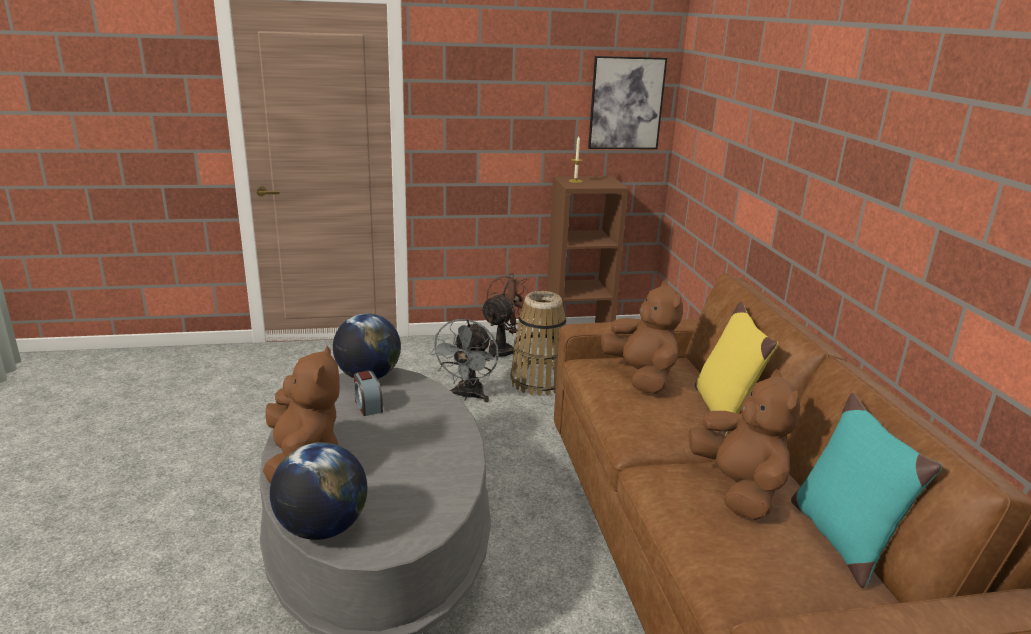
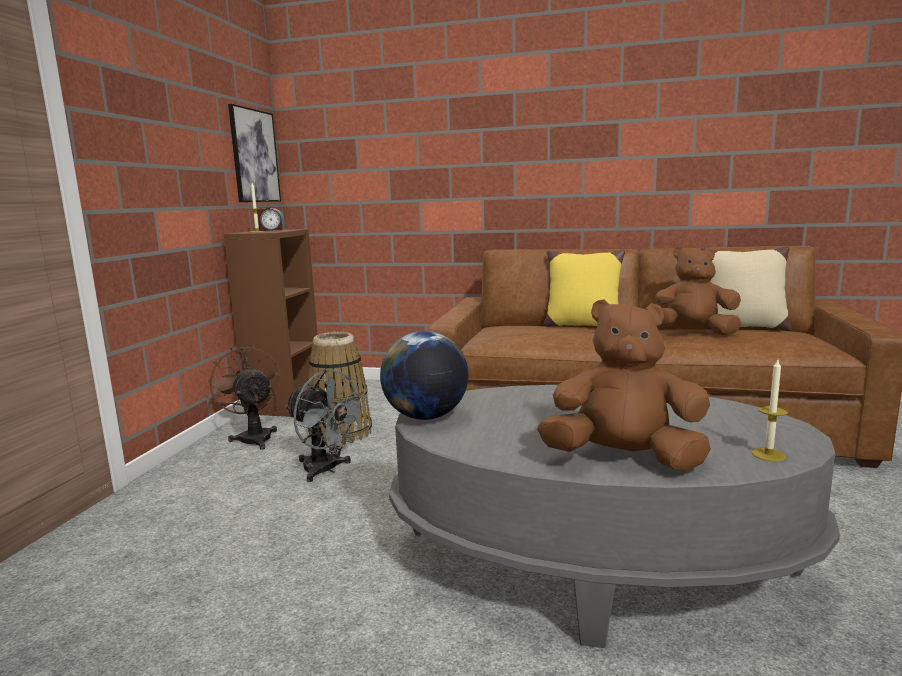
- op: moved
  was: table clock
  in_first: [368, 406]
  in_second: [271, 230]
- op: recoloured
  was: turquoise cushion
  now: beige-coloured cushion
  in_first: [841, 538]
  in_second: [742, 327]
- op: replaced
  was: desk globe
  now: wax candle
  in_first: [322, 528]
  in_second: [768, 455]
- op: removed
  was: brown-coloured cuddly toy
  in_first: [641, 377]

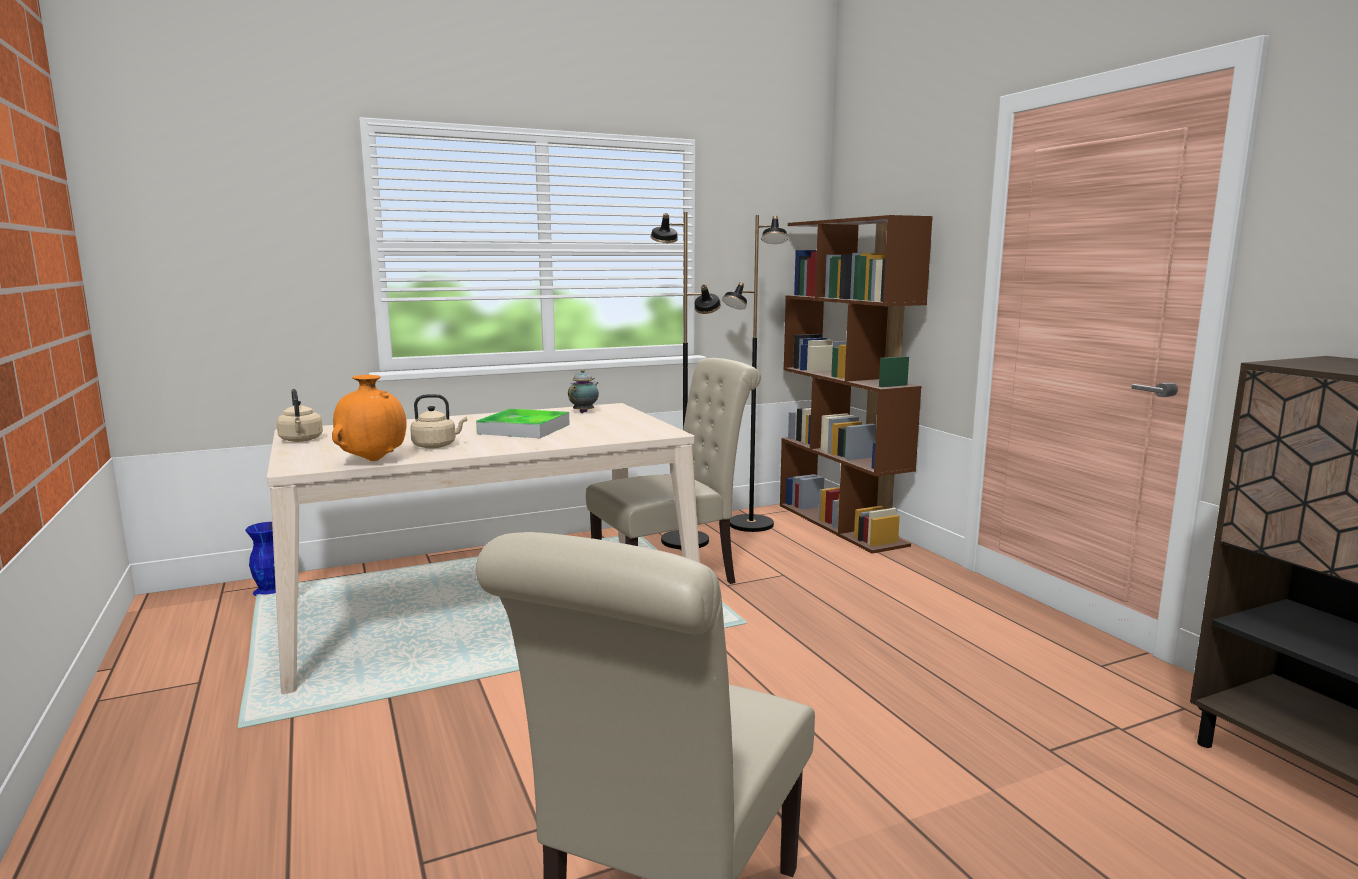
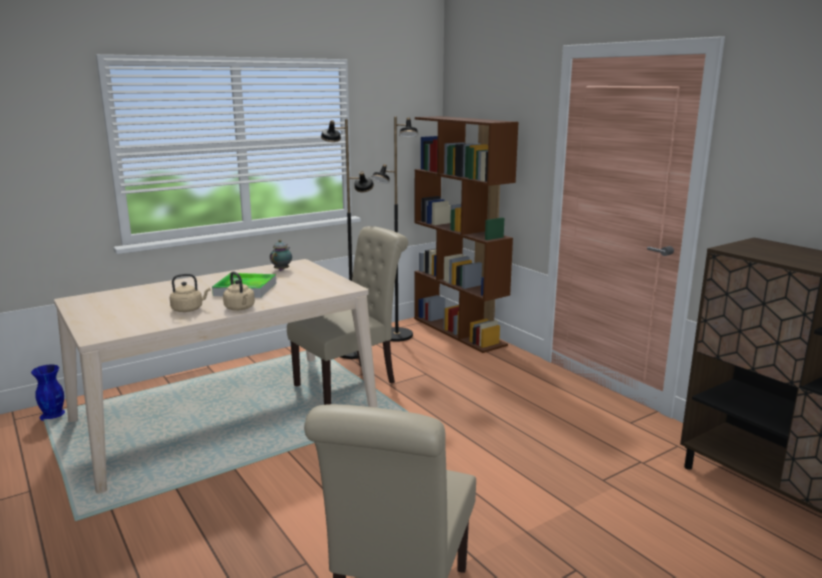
- op: moved
  was: beige-coloured water kettle
  in_first: [301, 440]
  in_second: [240, 308]
- op: removed
  was: orangey flower vase
  in_first: [373, 460]

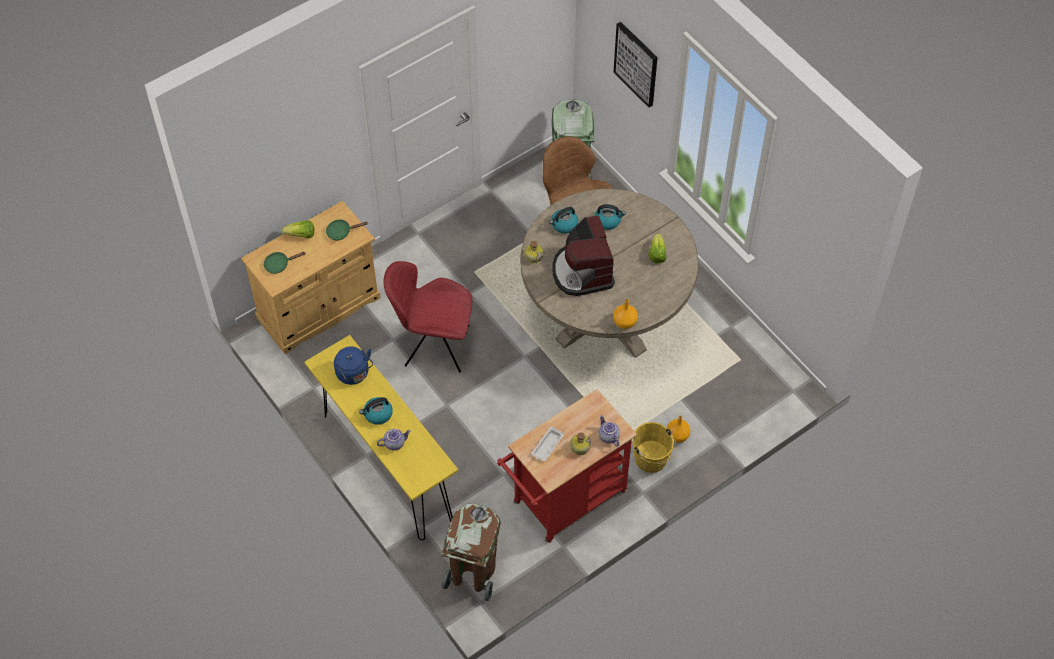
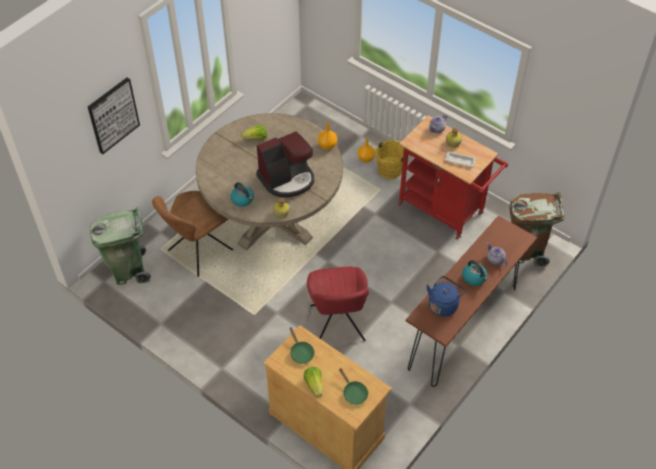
- op: recoloured
  was: yellow console table
  now: brown-coloured console table
  in_first: [387, 467]
  in_second: [463, 328]
- op: removed
  was: water kettle
  in_first: [608, 221]

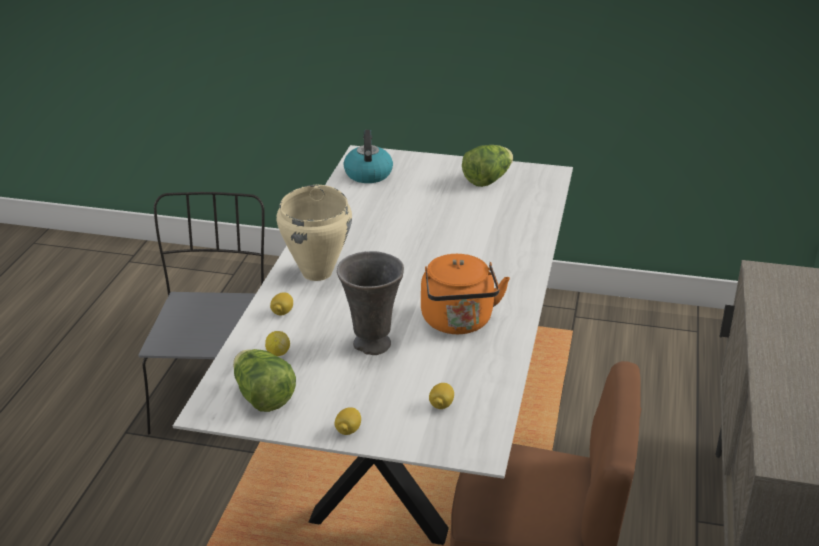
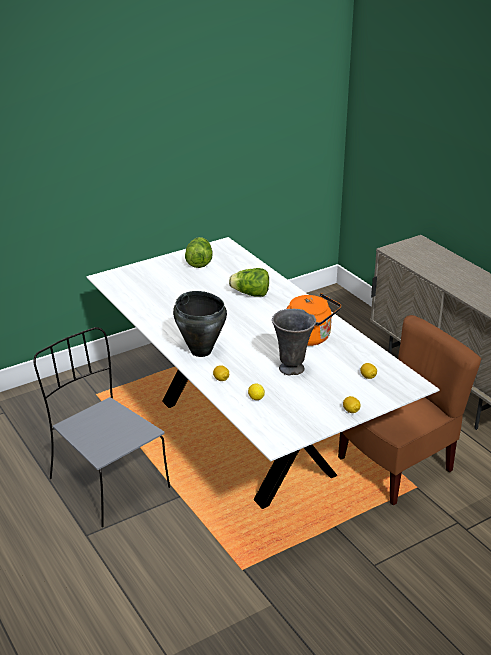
- op: recoloured
  was: beige-coloured cooking pot
  now: black cooking pot
  in_first: [318, 273]
  in_second: [201, 351]
- op: moved
  was: lettuce head
  in_first: [262, 397]
  in_second: [250, 294]
- op: removed
  was: water kettle
  in_first: [368, 174]

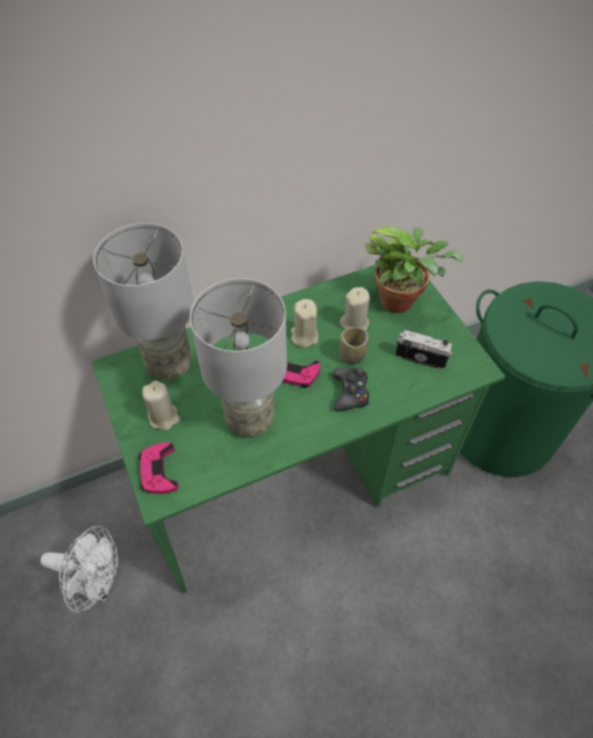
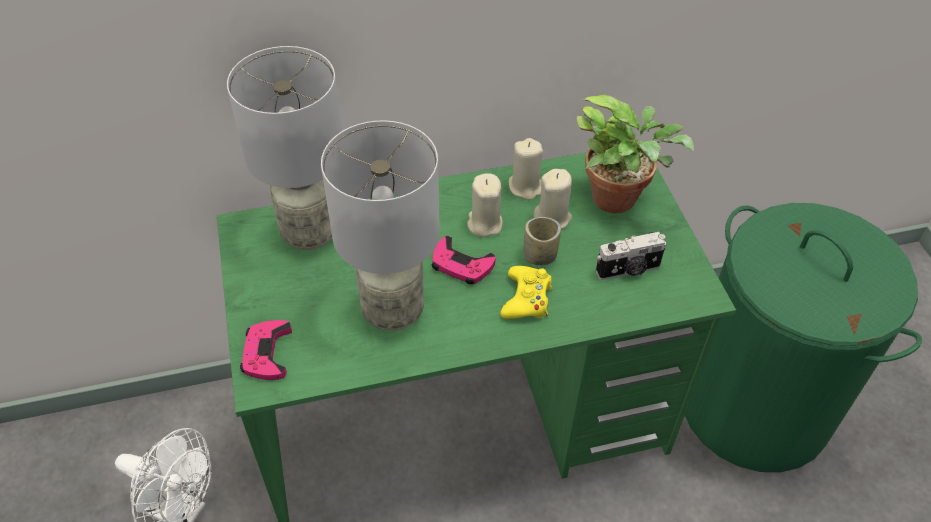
- op: recoloured
  was: black game controller
  now: yellow game controller
  in_first: [350, 393]
  in_second: [526, 299]
- op: moved
  was: beige-coloured wax candle
  in_first: [164, 417]
  in_second: [526, 187]
- op: turned
  was: photo camera
  in_first: [421, 357]
  in_second: [629, 270]
  clockwise: 135

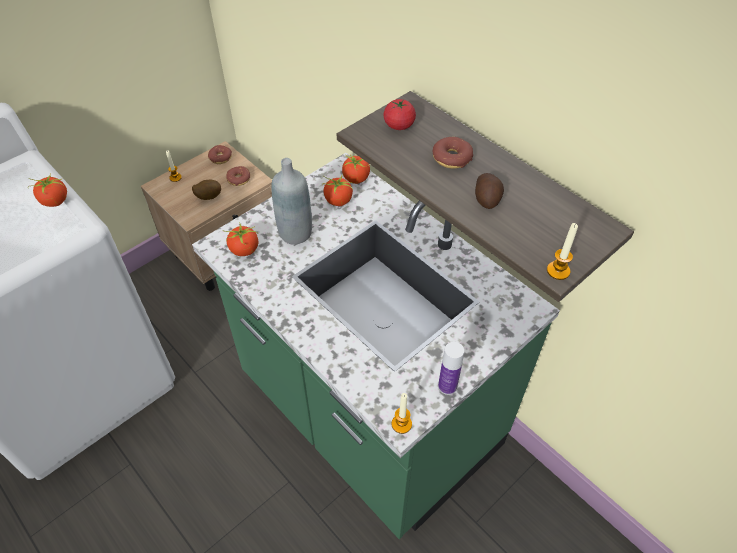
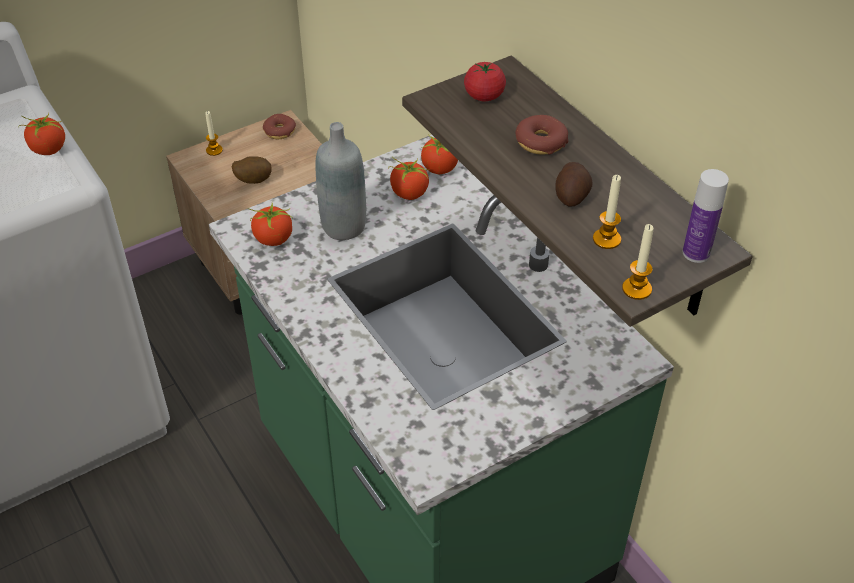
- op: moved
  was: wax candle
  in_first: [401, 424]
  in_second: [606, 239]
- op: moved
  was: beverage bottle
  in_first: [447, 386]
  in_second: [696, 253]
- op: removed
  was: ring doughnut
  in_first: [239, 179]

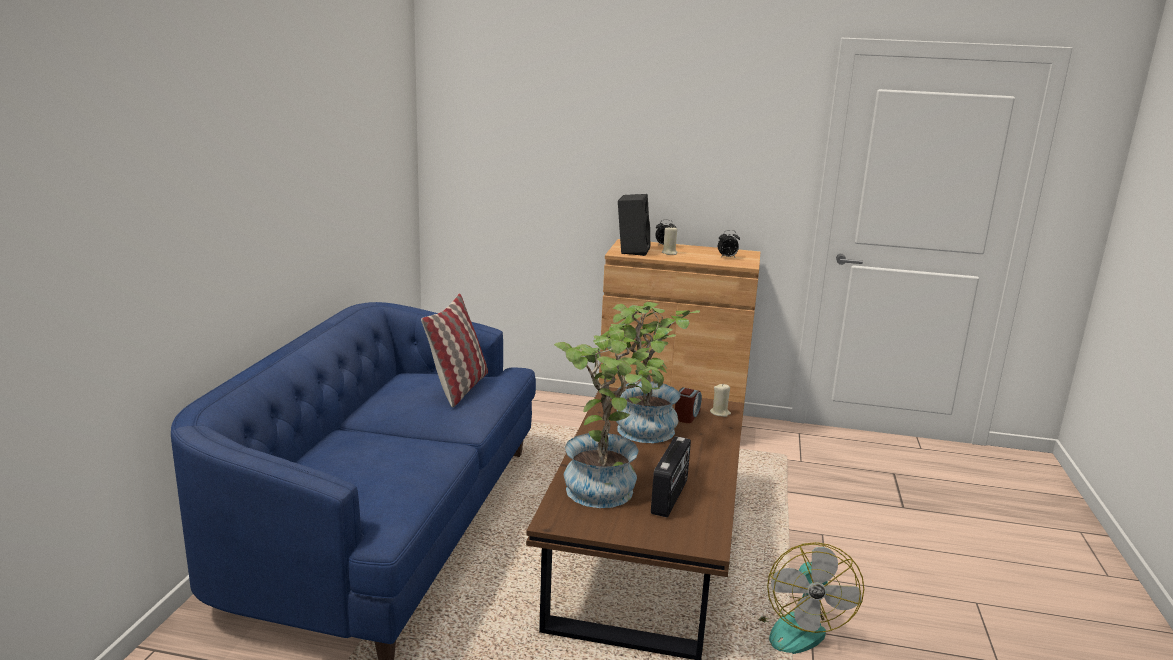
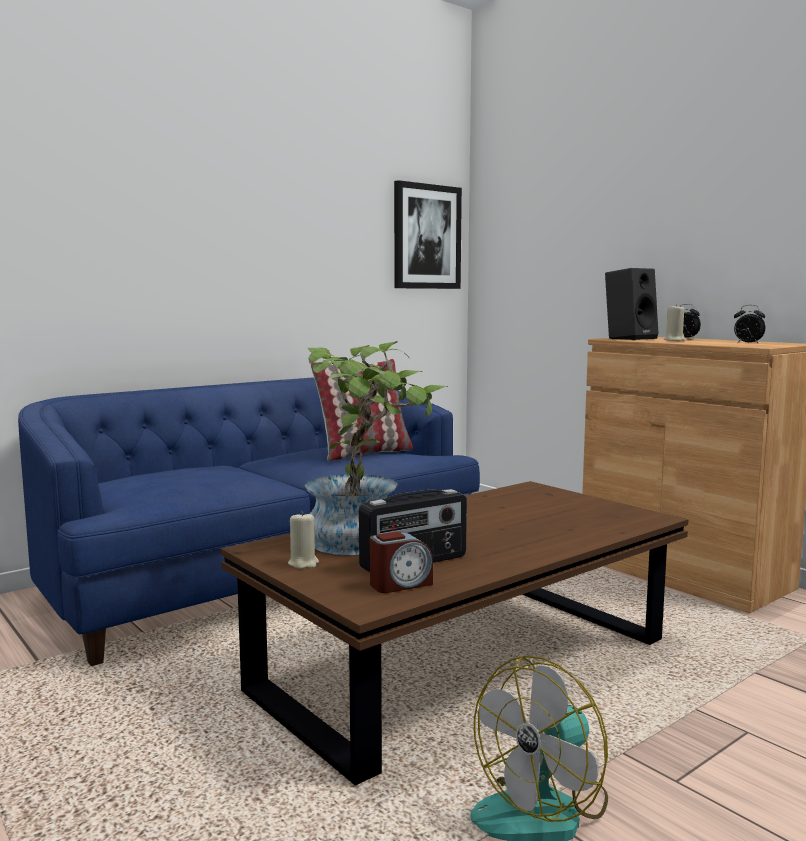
- op: moved
  was: beige-coloured wax candle
  in_first: [720, 413]
  in_second: [303, 563]
- op: moved
  was: table clock
  in_first: [686, 416]
  in_second: [400, 584]
- op: added
  now: wall picture
  in_second: [426, 237]
- op: removed
  was: potted plant
  in_first: [639, 432]

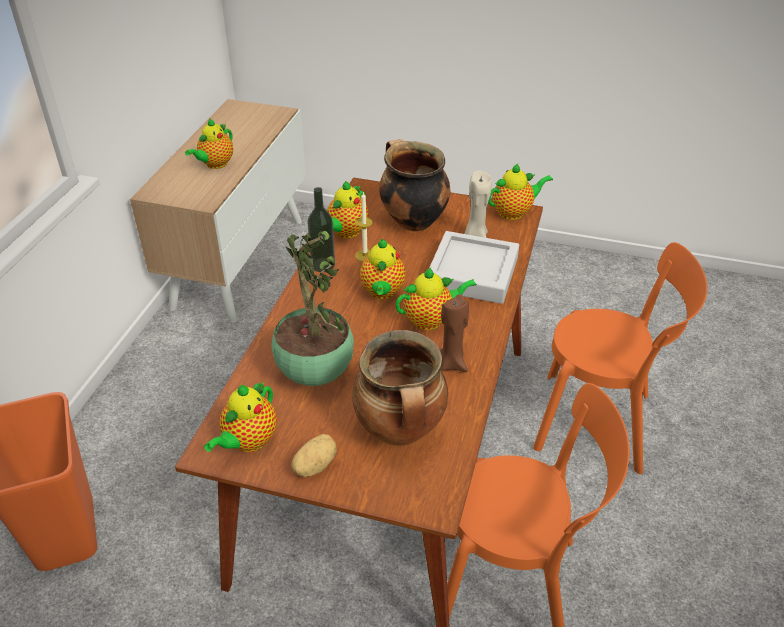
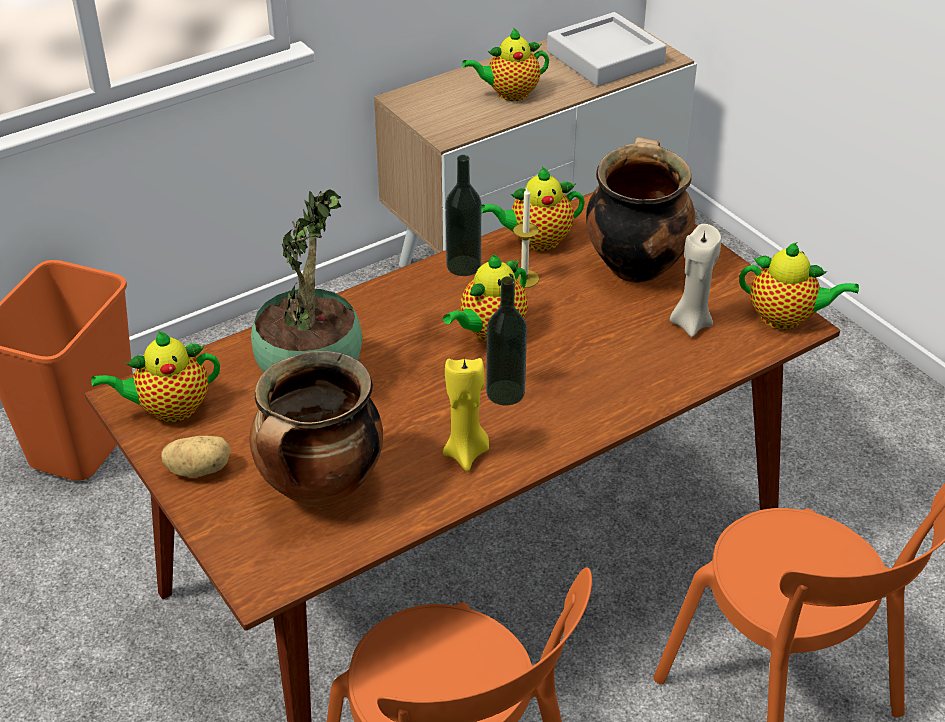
- op: recoloured
  was: brown-coloured wax candle
  now: yellow wax candle
  in_first: [452, 363]
  in_second: [466, 453]
- op: replaced
  was: pot for tea
  now: beverage bottle
  in_first: [431, 320]
  in_second: [505, 392]
- op: moved
  was: grey tray
  in_first: [472, 273]
  in_second: [605, 57]

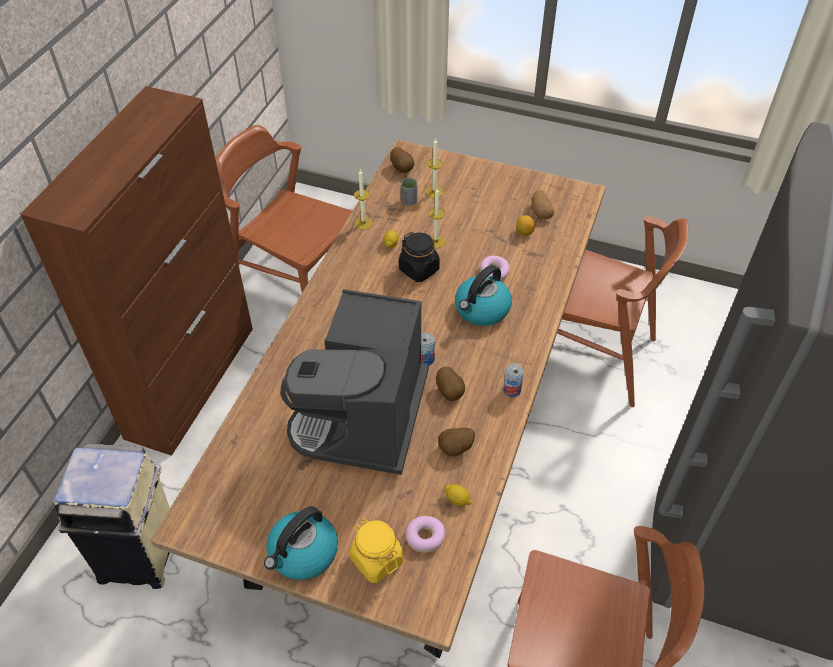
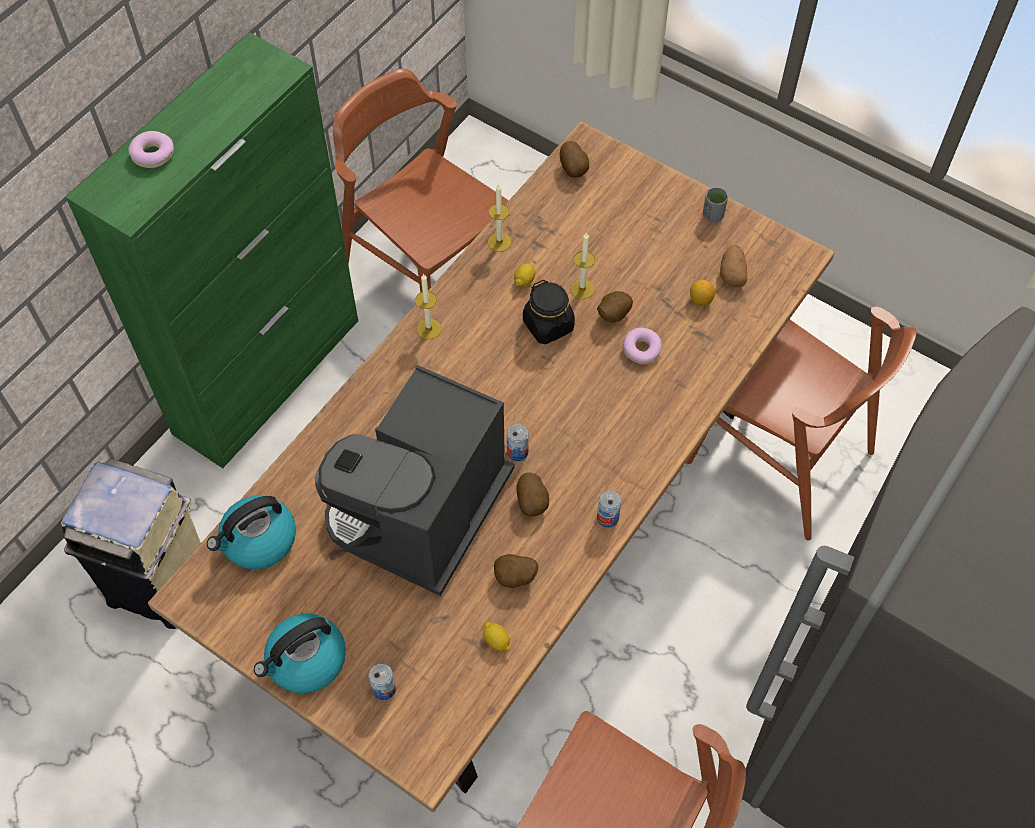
- op: recoloured
  was: brown-coloured cupboard
  now: green-coloured cupboard
  in_first: [192, 381]
  in_second: [268, 375]
- op: moved
  was: ring doughnut
  in_first: [425, 537]
  in_second: [153, 154]
- op: moved
  was: water kettle
  in_first: [481, 310]
  in_second: [258, 541]
- op: replaced
  was: yellow storage jar
  now: sealed can
  in_first: [376, 559]
  in_second: [384, 689]
- op: moved
  was: wax candle
  in_first: [434, 192]
  in_second: [429, 329]
- op: added
  now: spud
  in_second: [612, 315]
- op: moved
  was: grey drinking cup
  in_first: [409, 201]
  in_second: [713, 215]

